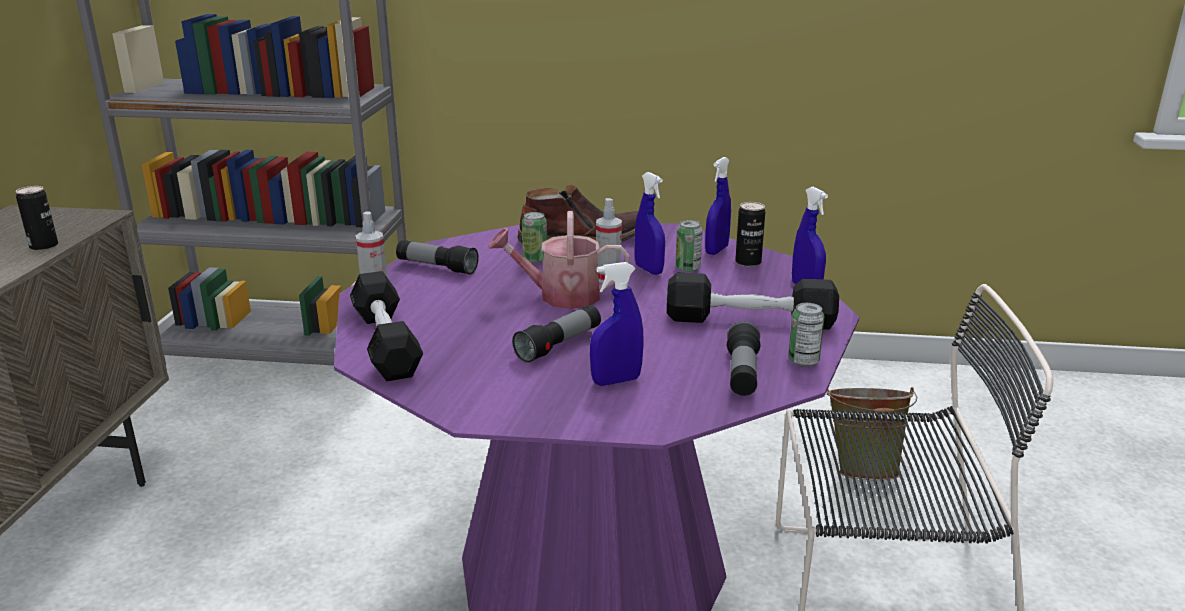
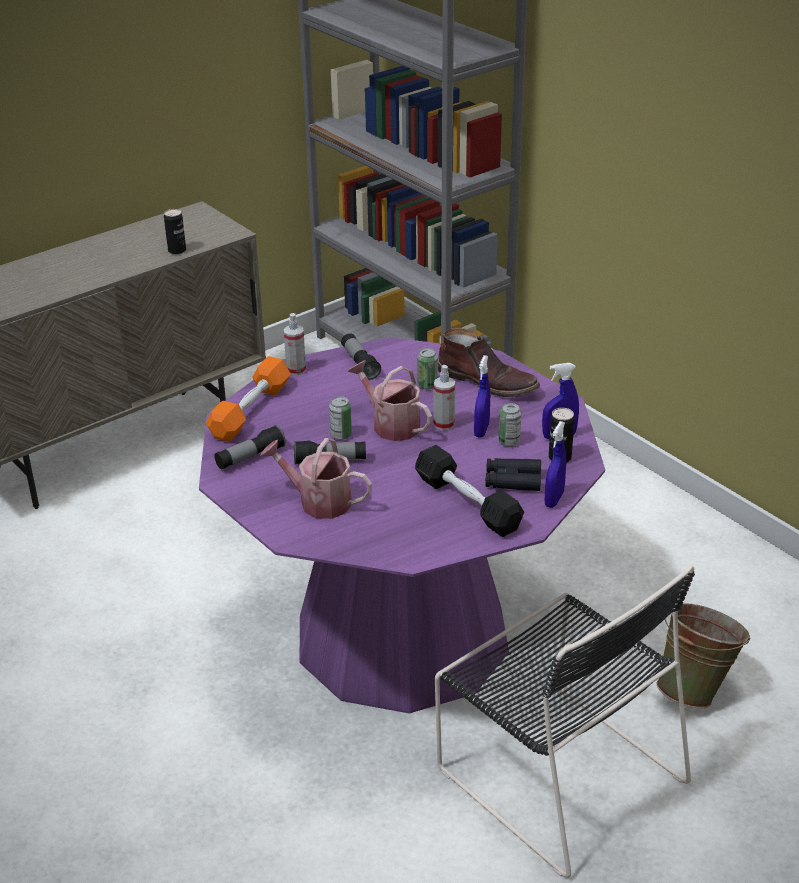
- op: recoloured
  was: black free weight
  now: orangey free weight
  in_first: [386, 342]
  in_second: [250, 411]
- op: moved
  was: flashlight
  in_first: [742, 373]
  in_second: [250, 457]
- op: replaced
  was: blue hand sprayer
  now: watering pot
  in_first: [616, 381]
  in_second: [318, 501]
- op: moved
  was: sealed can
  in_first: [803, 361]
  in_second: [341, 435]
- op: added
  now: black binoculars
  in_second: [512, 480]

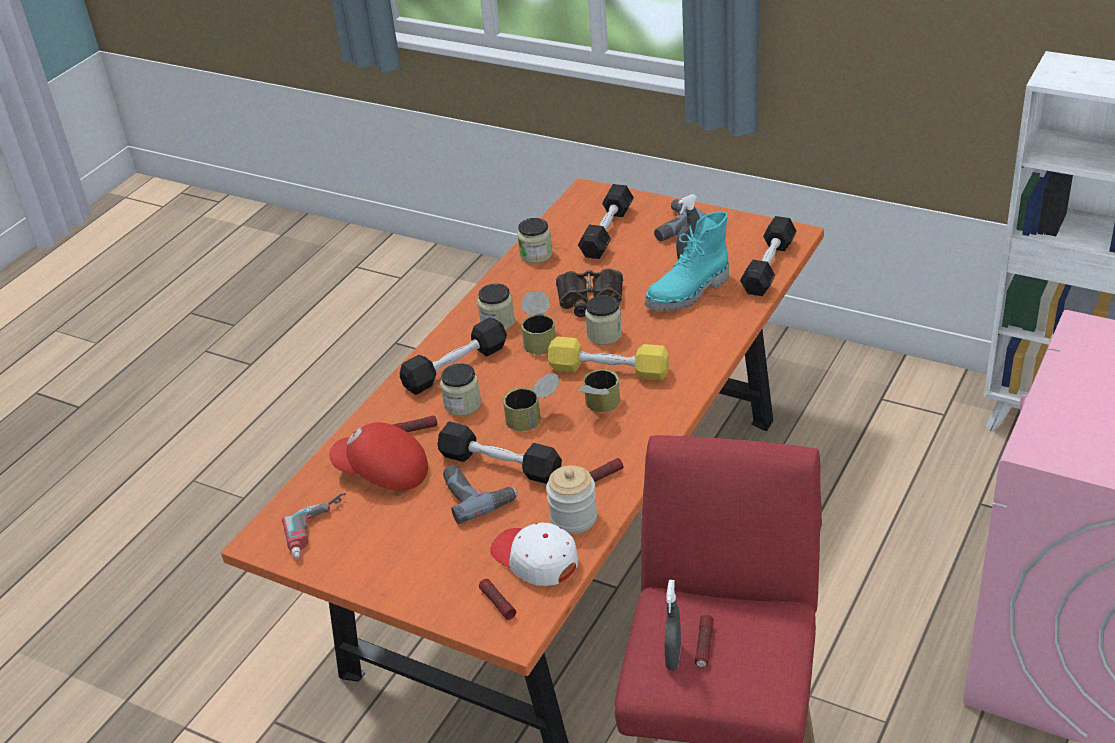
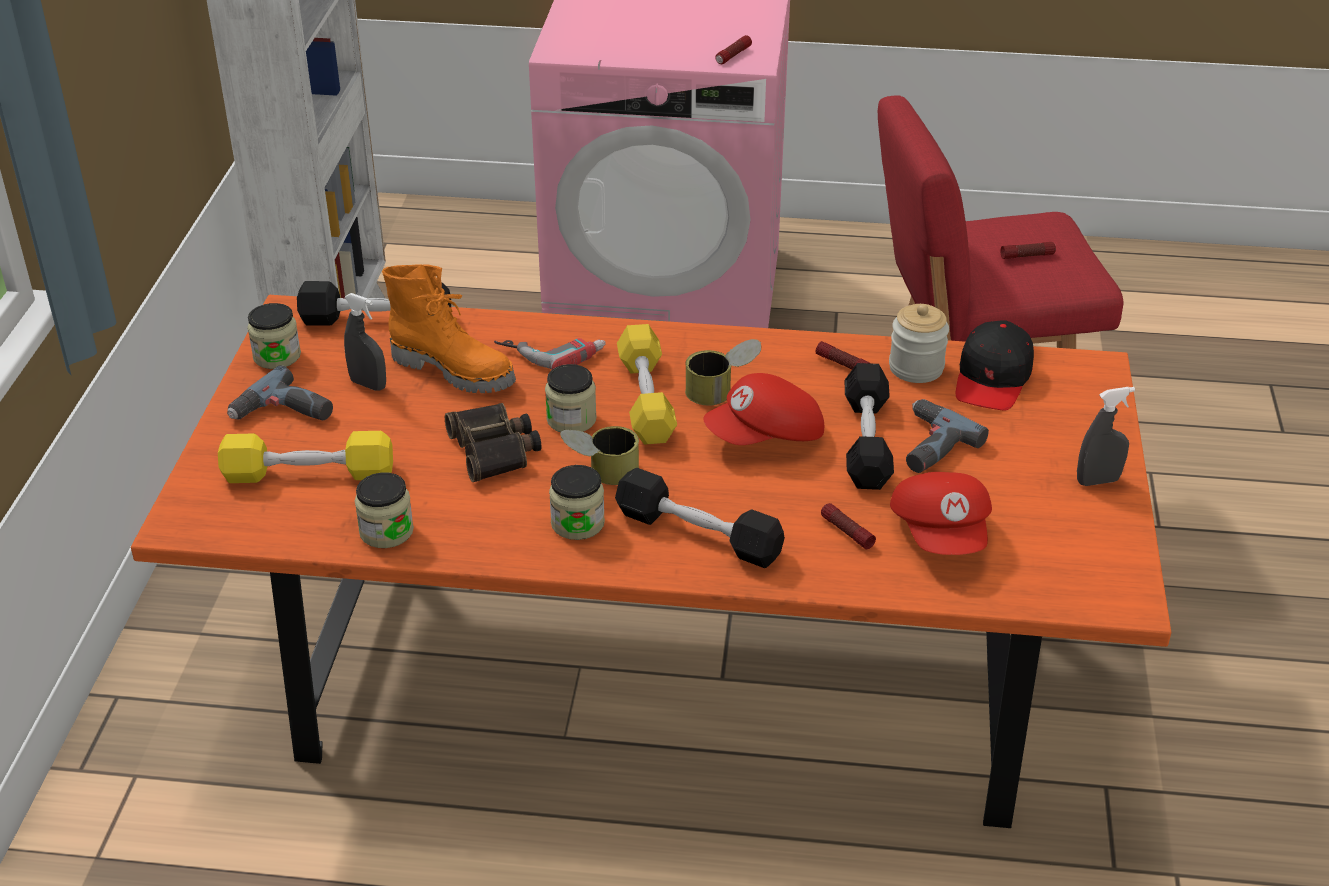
- op: recoloured
  was: black free weight
  now: yellow free weight
  in_first: [607, 232]
  in_second: [308, 474]
- op: moved
  was: storage jar
  in_first: [462, 404]
  in_second: [277, 356]
- op: recoloured
  was: turquoise high-top boot
  now: orangey high-top boot
  in_first: [689, 294]
  in_second: [455, 370]
- op: moved
  was: electric drill
  in_first: [320, 530]
  in_second: [551, 350]
- op: replaced
  was: sealed can
  now: red peaked cap
  in_first: [534, 417]
  in_second: [766, 437]
- op: moved
  was: flashlight
  in_first: [497, 603]
  in_second: [733, 56]
- op: recoloured
  was: white-coloured peaked cap
  now: black peaked cap
  in_first: [535, 559]
  in_second: [992, 379]
- op: moved
  was: grey hand sprayer
  in_first: [673, 657]
  in_second: [1098, 481]

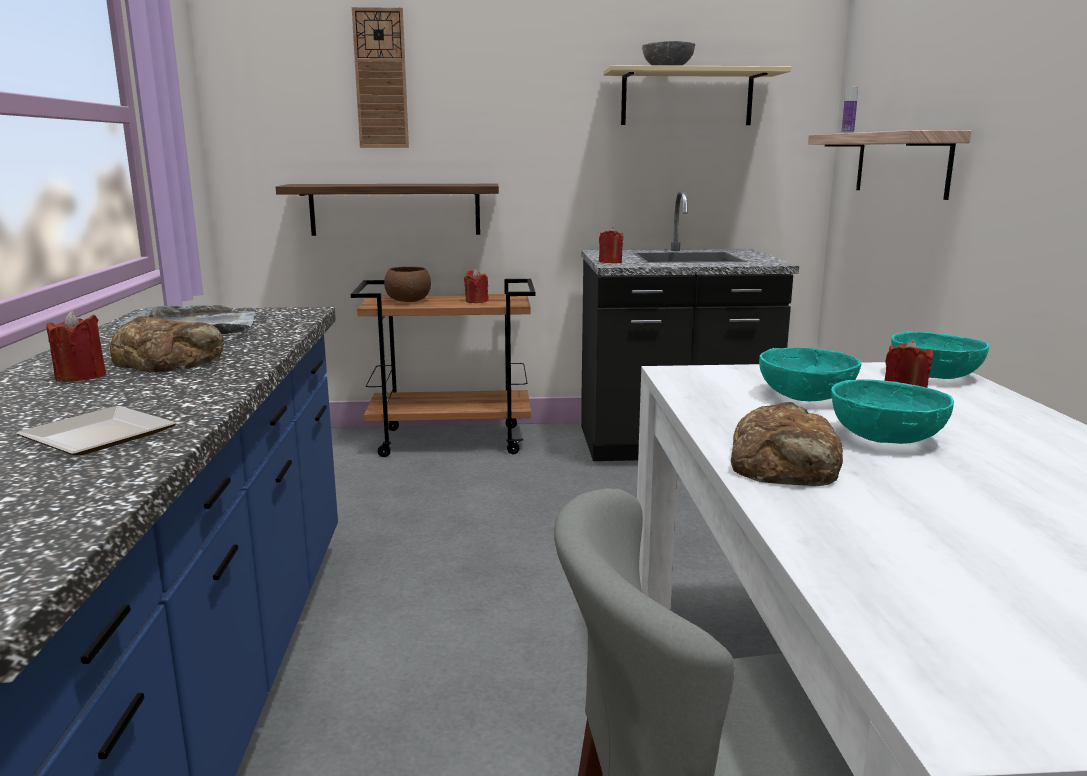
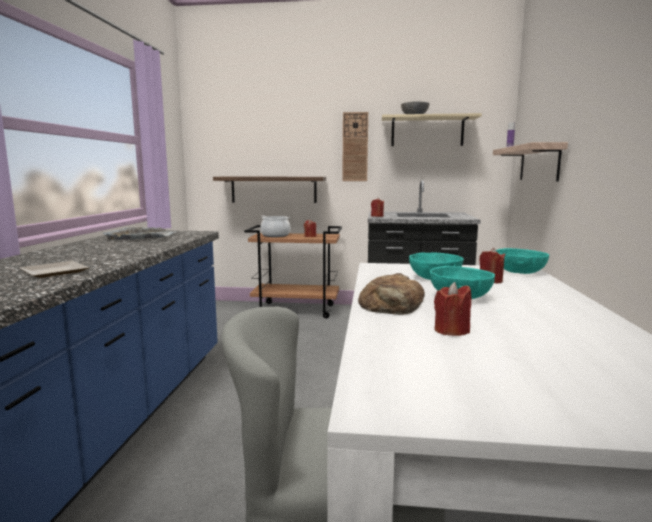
- op: replaced
  was: brown-coloured deep dish
  now: cooking pot
  in_first: [408, 301]
  in_second: [275, 235]
- op: moved
  was: clock on the wall
  in_first: [381, 79]
  in_second: [355, 147]
- op: moved
  was: red wax candle
  in_first: [81, 377]
  in_second: [451, 330]
- op: removed
  was: bakery bread
  in_first: [169, 359]

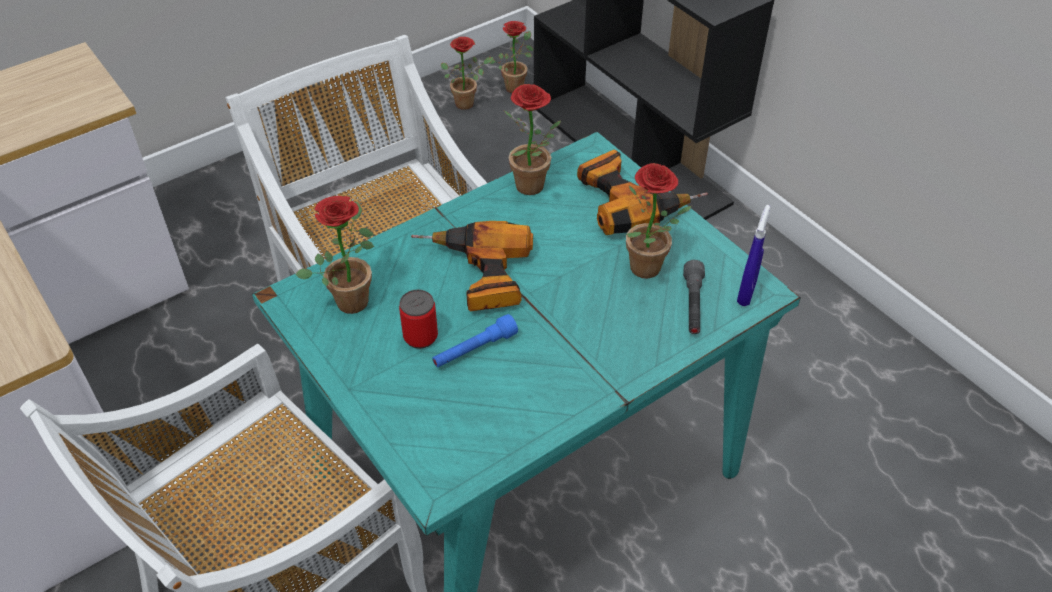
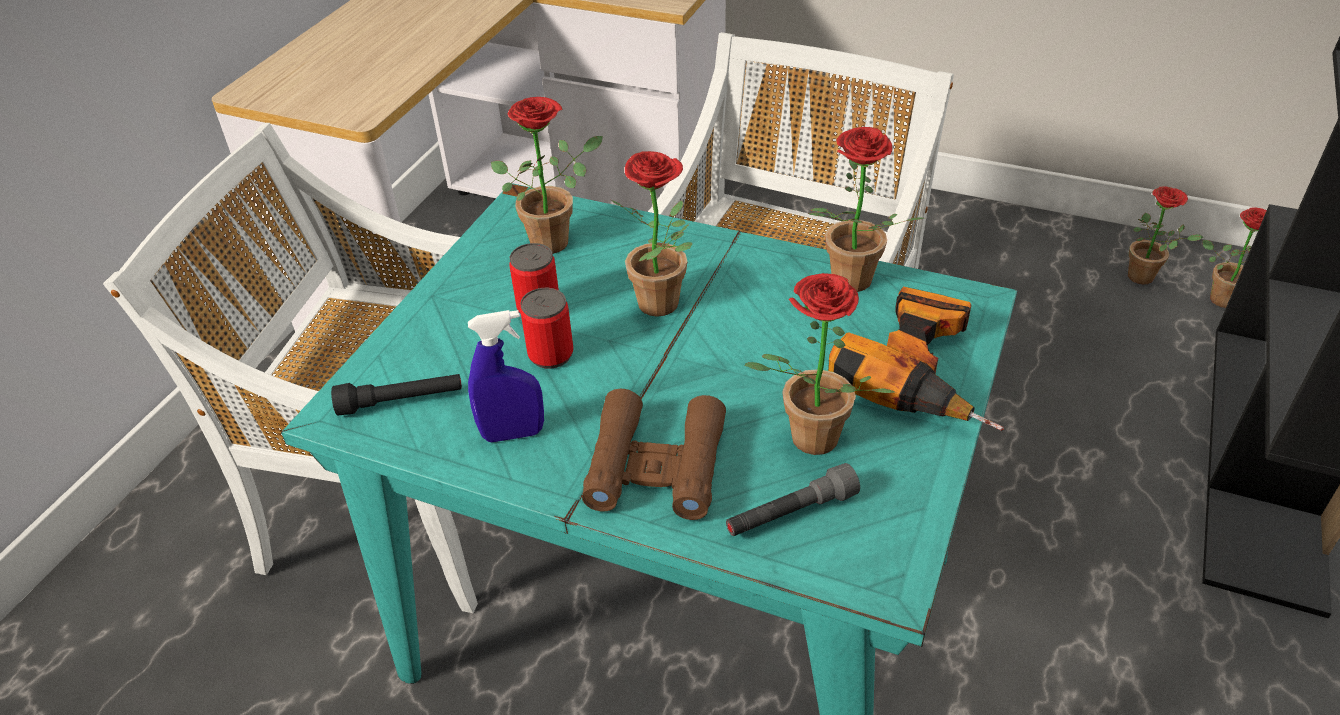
- op: added
  now: black flashlight
  in_second: [401, 402]
- op: moved
  was: blue hand sprayer
  in_first: [746, 293]
  in_second: [513, 434]
- op: replaced
  was: blue flashlight
  now: sealed can
  in_first: [474, 350]
  in_second: [551, 354]
- op: added
  now: brown-coloured binoculars
  in_second: [656, 466]
- op: replaced
  was: electric drill
  now: potted plant
  in_first: [478, 276]
  in_second: [665, 307]

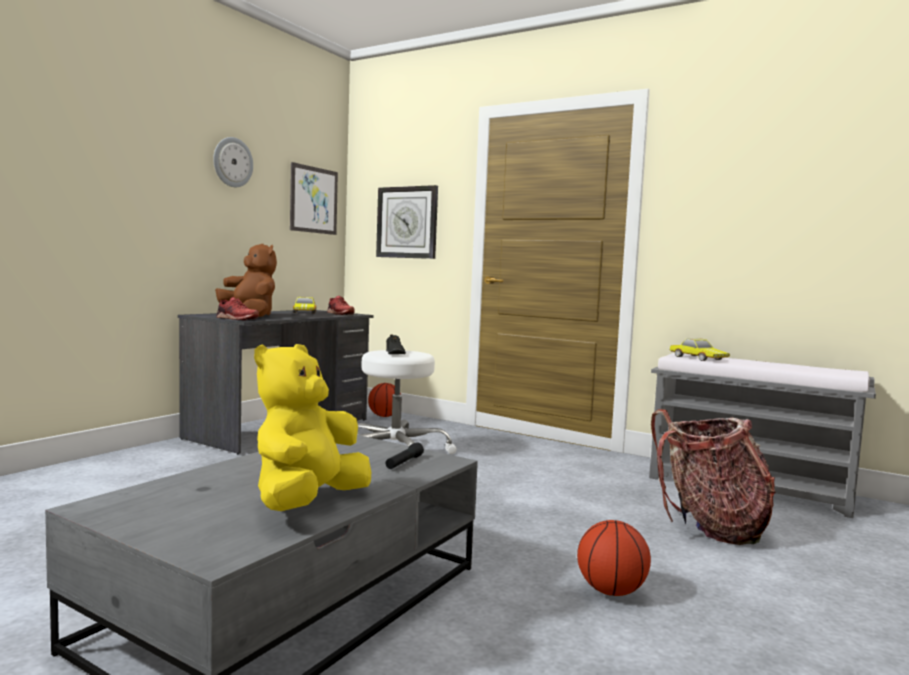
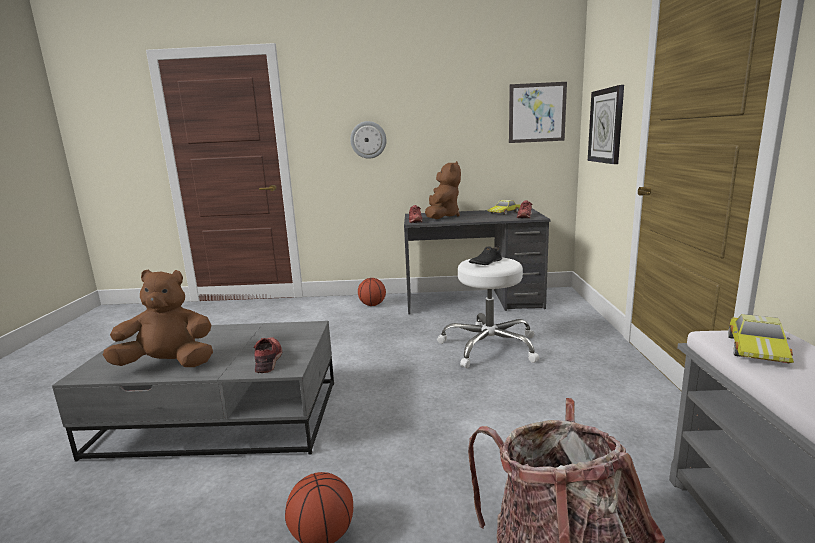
- op: recoloured
  was: yellow cuddly toy
  now: brown-coloured cuddly toy
  in_first: [307, 503]
  in_second: [169, 364]
- op: replaced
  was: black flashlight
  now: red item of footwear
  in_first: [404, 463]
  in_second: [269, 359]
- op: moved
  was: clock on the wall
  in_first: [232, 162]
  in_second: [368, 140]
- op: moved
  was: basketball
  in_first: [384, 416]
  in_second: [372, 305]

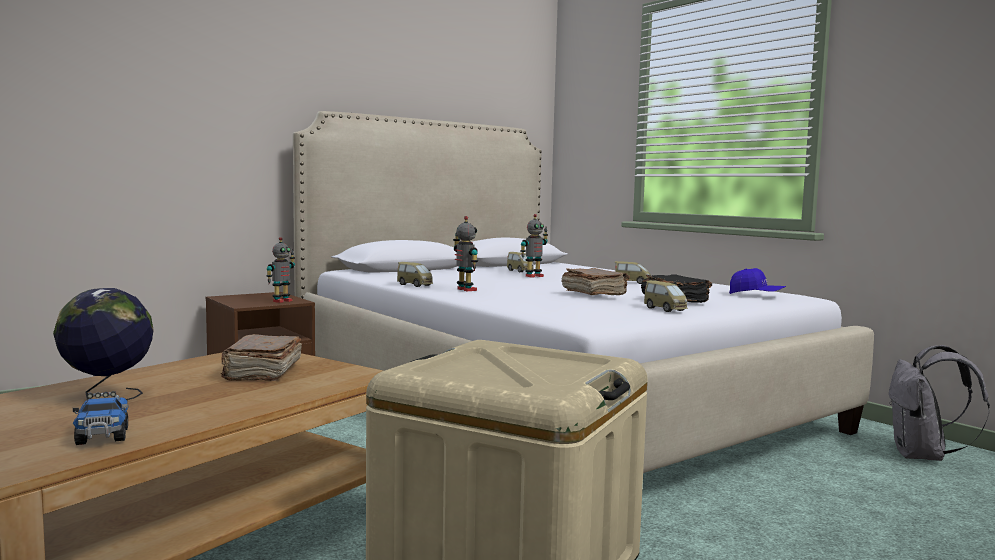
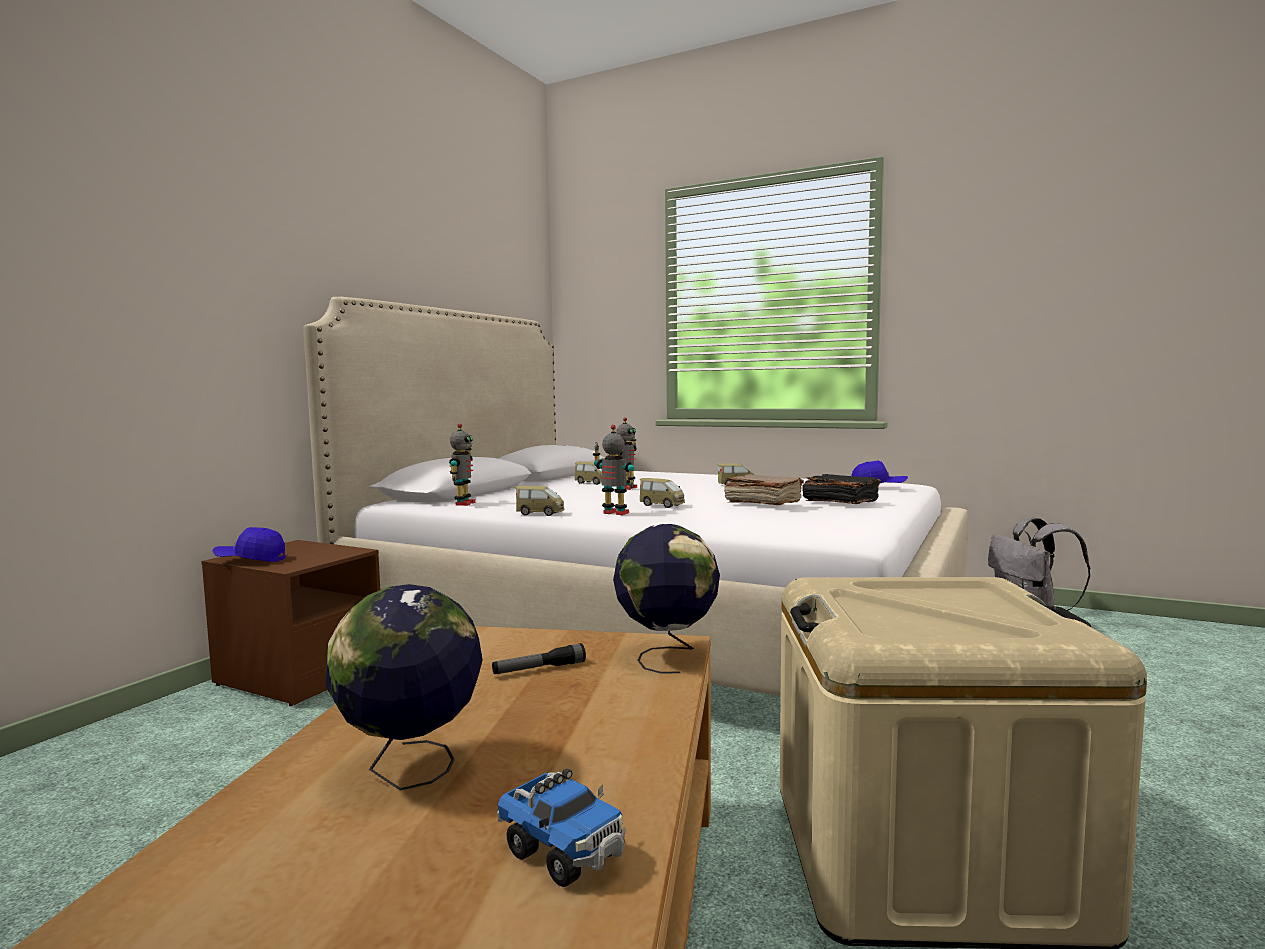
- op: added
  now: blue peaked cap
  in_second: [251, 560]
- op: moved
  was: model robot
  in_first: [281, 301]
  in_second: [463, 504]
- op: replaced
  was: brown-coloured book
  now: flashlight
  in_first: [262, 372]
  in_second: [539, 669]
- op: added
  now: desk globe
  in_second: [666, 656]
- op: moved
  was: model car
  in_first: [665, 309]
  in_second: [662, 505]

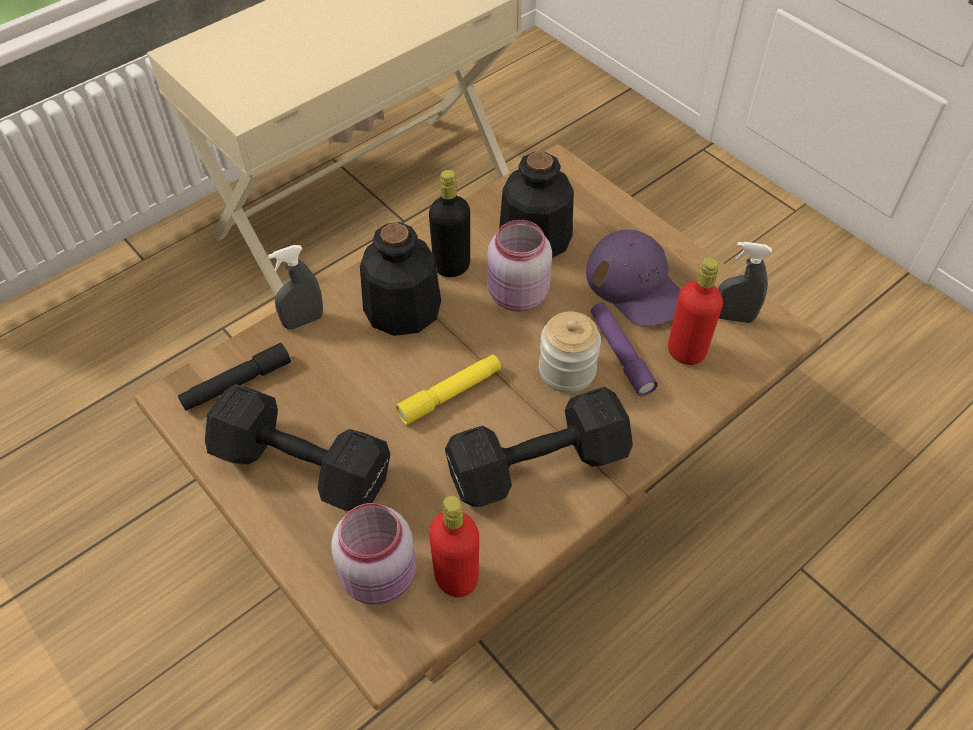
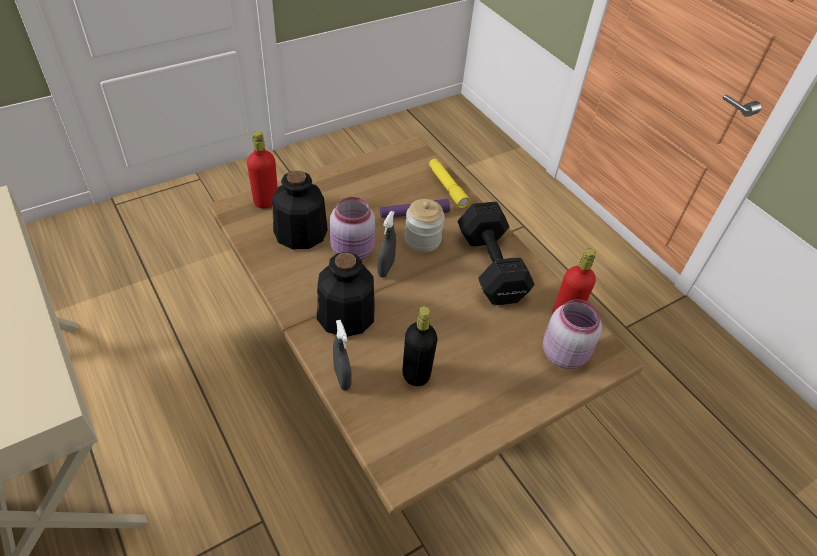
- op: moved
  was: red beverage bottle
  in_first: [686, 352]
  in_second: [266, 201]
- op: moved
  was: grey hand sprayer
  in_first: [733, 317]
  in_second: [386, 269]
- op: moved
  was: black beverage bottle
  in_first: [451, 266]
  in_second: [416, 374]
- op: moved
  was: yellow flashlight
  in_first: [450, 394]
  in_second: [447, 187]
- op: removed
  was: black flashlight
  in_first: [237, 383]
- op: removed
  was: black free weight
  in_first: [300, 463]
- op: removed
  was: purple-coloured peaked cap
  in_first: [636, 285]

